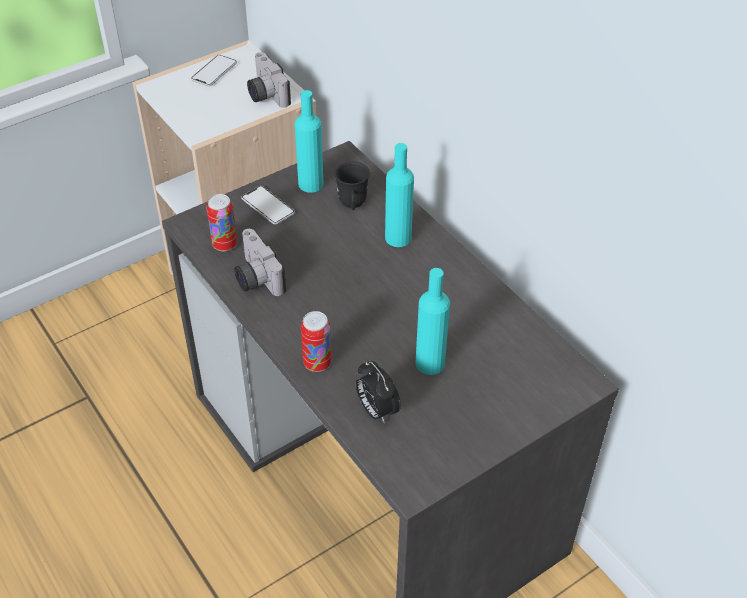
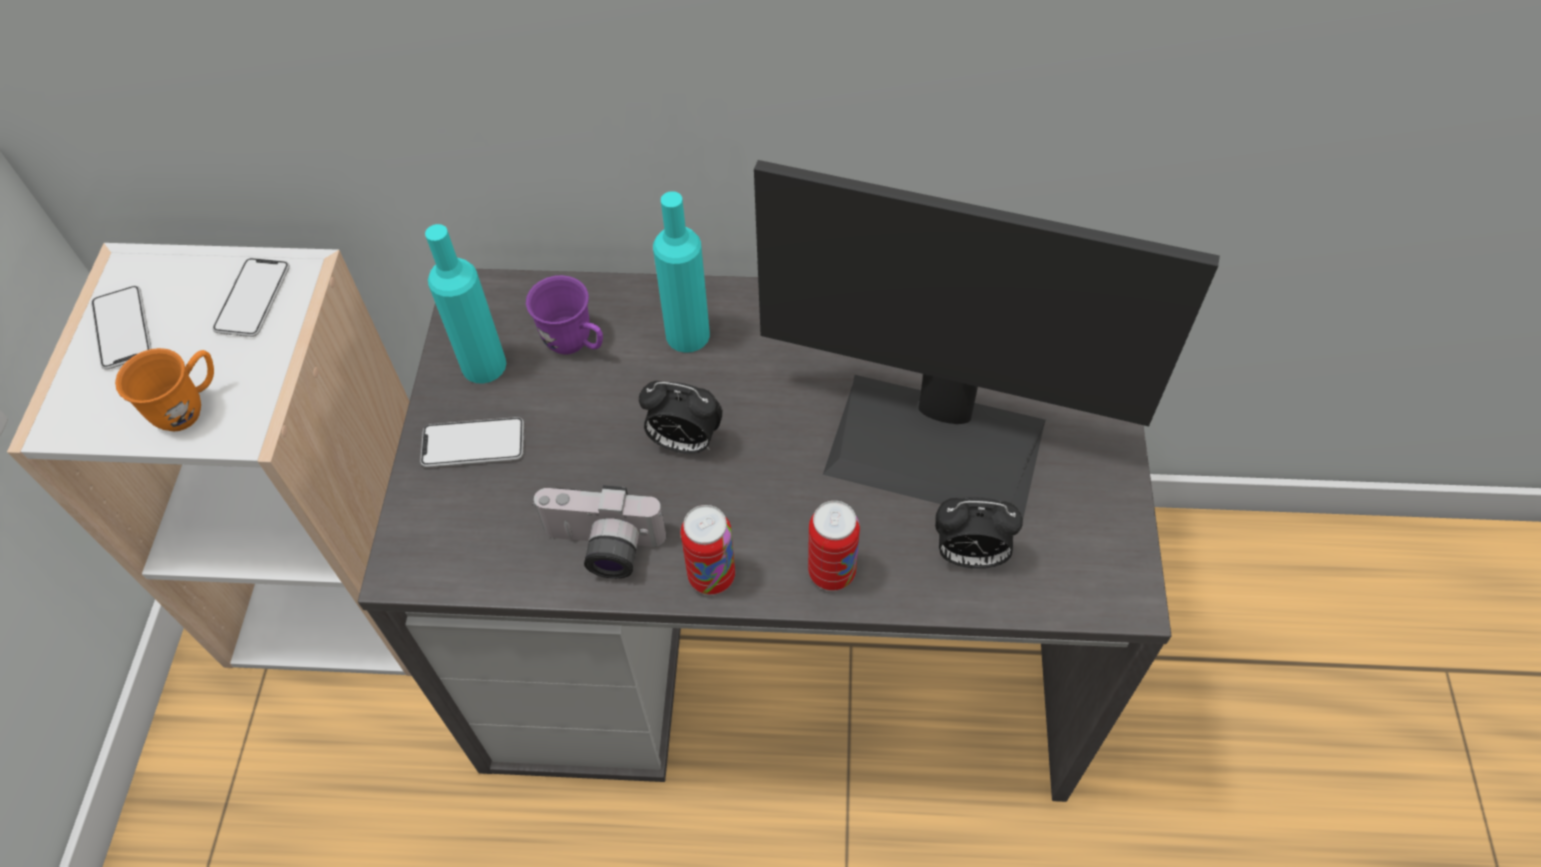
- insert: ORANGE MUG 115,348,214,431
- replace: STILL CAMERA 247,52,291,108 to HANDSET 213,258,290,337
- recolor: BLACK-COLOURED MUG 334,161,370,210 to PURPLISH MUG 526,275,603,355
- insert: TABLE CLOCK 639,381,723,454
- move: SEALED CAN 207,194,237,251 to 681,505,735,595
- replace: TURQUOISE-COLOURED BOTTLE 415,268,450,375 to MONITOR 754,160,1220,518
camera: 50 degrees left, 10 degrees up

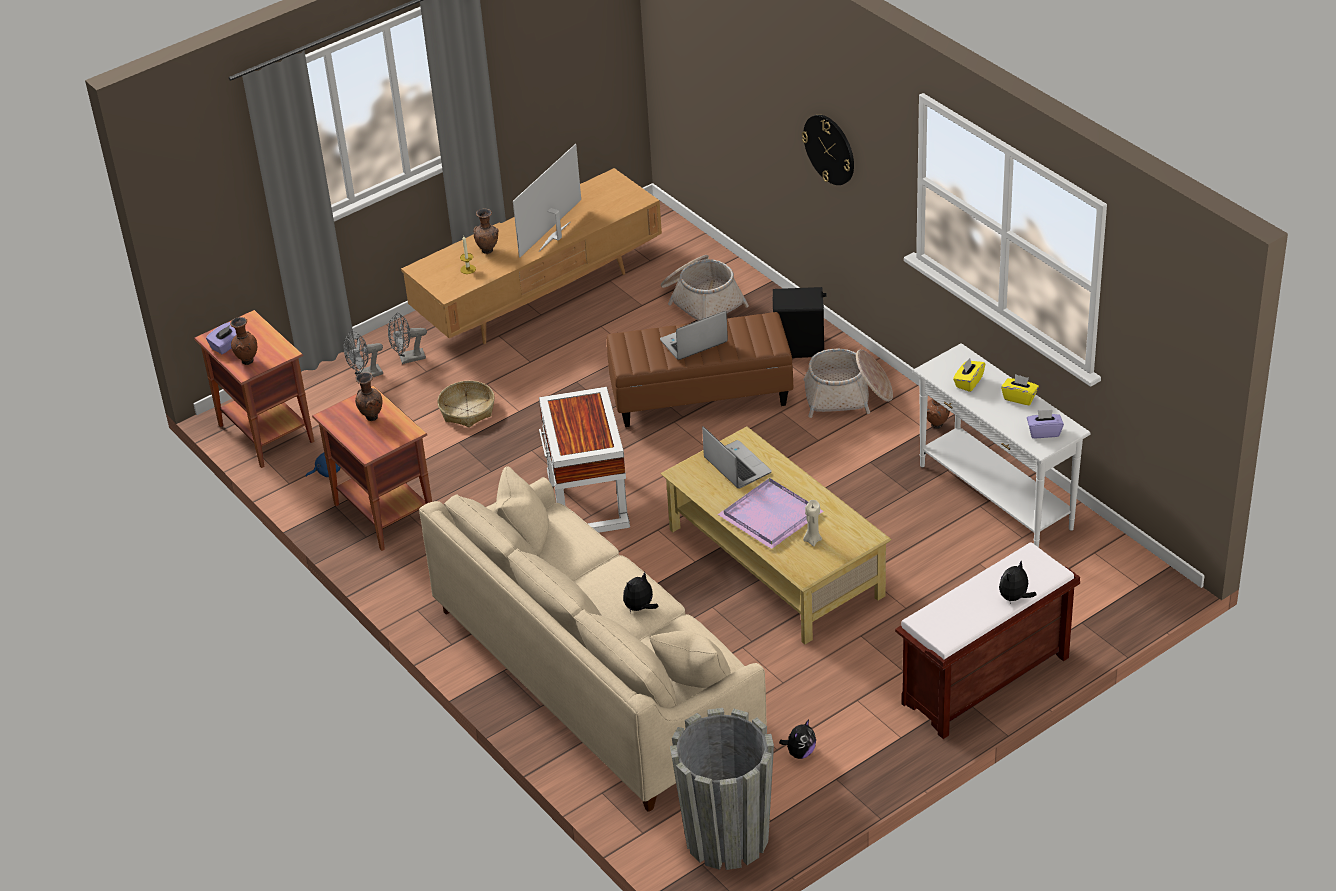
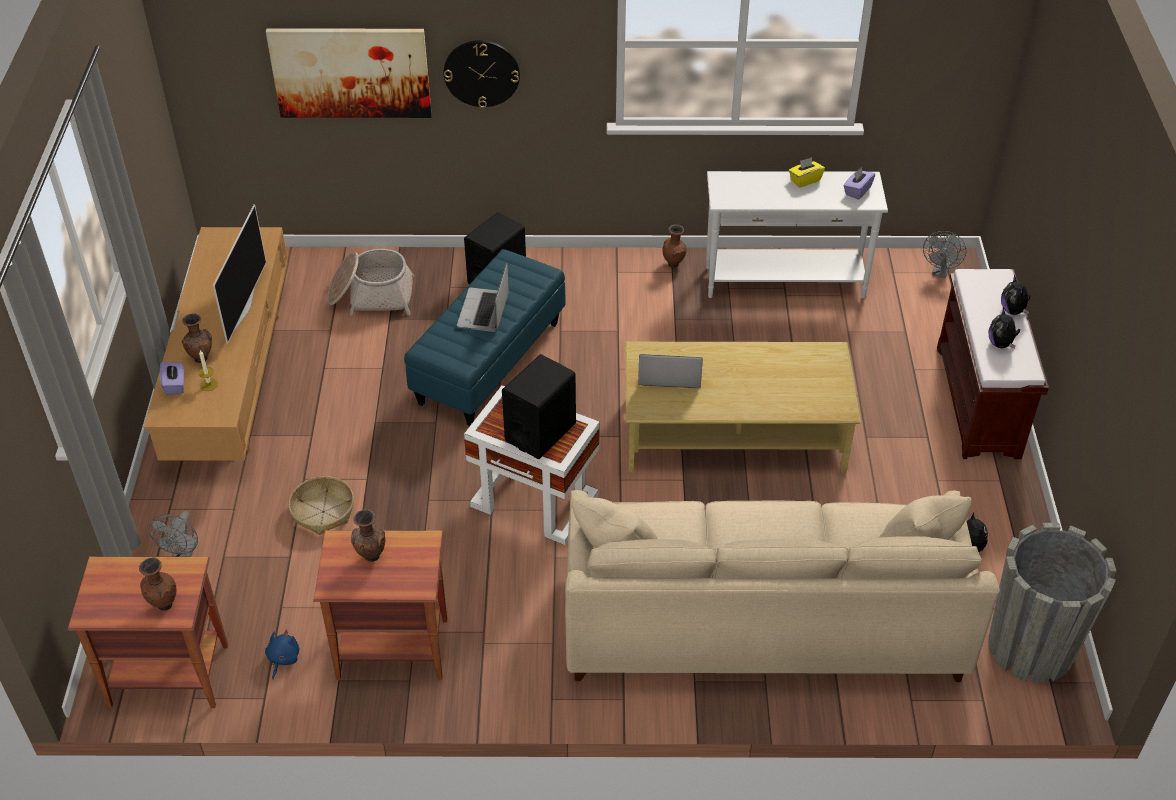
- move: PURPLISH TISSUE BOX 206,322,236,354 to 160,362,184,396
- rotate: TV 513,144,581,258 = 213,204,267,344 150 degrees counterclockwise
- insert: PICTURE 266,28,432,118
- recolor: BROWNISH FOOTREST 606,312,793,427 to BLUE-COLOURED FOOTREST 404,249,566,426
- insert: BLACK-COLOURED SPEAKER 502,354,576,459
- move: GREYISH FAN 388,312,427,364 to 923,231,966,278
- move: SOFT TOY 623,572,658,612 to 989,308,1020,349
- delete: PURPLISH CARRYING TRAY 717,478,824,549
- delete: HOUSEHOLD BASKET 803,349,893,418
- delete: SAND-COLOURED CANDLE 803,500,822,547
- delete: YELLOWISH TISSUE BOX 953,358,985,392
camera: 55 degrees left, 5 degrees up

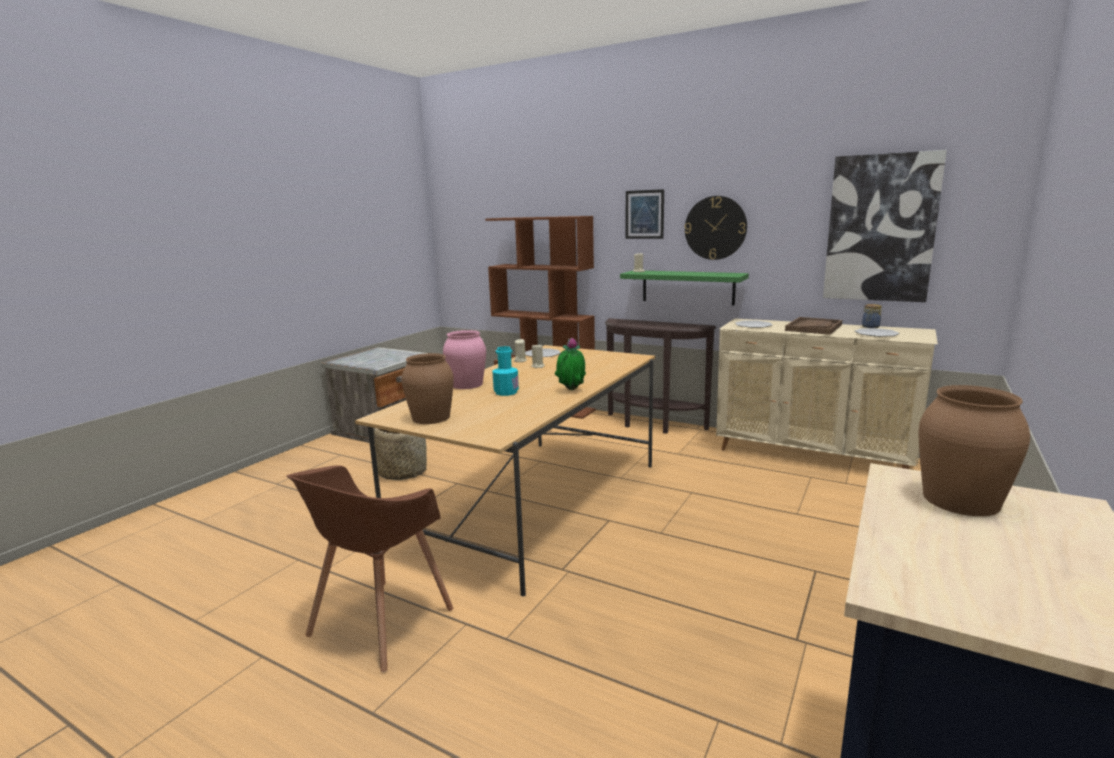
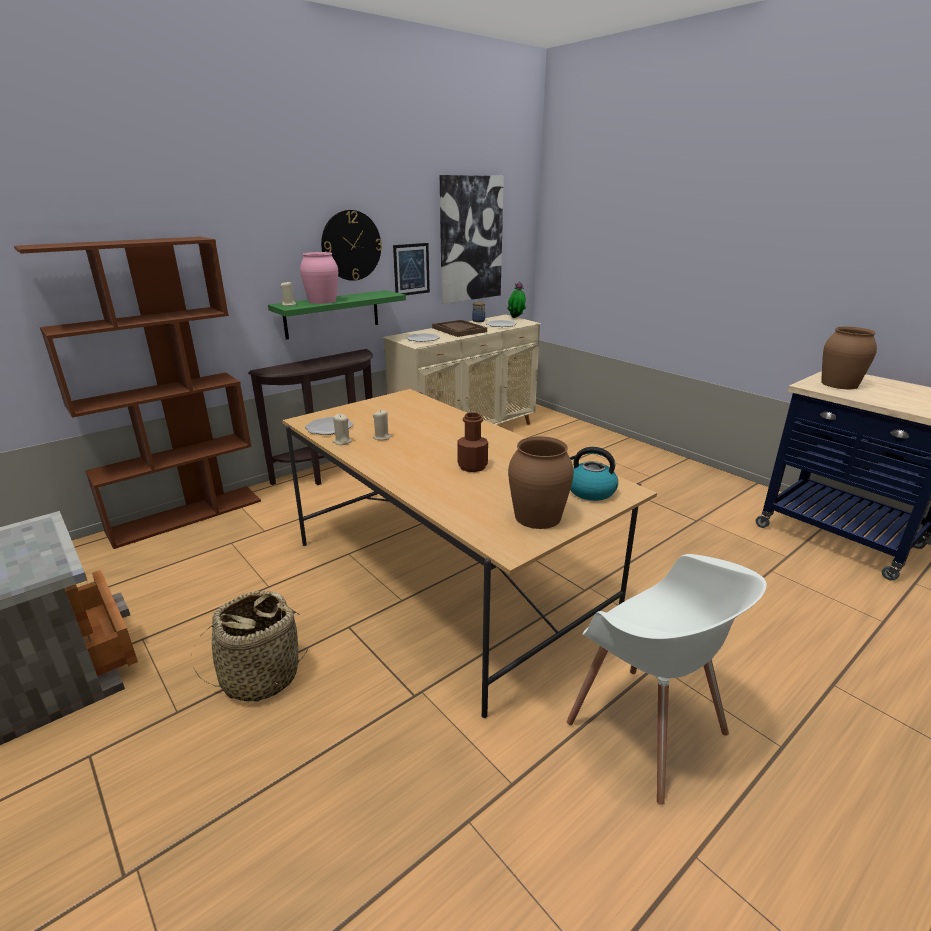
- move: PINKISH VASE 443,330,486,389 to 300,252,338,304
- move: PICTURE 626,189,664,239 to 393,243,430,295
- recolor: TURQUOISE-COLOURED BOTTLE 492,346,519,396 to BROWNISH BOTTLE 457,412,488,472
- move: PLANT IN A POT 555,337,586,390 to 507,282,526,318
- recolor: BROWNISH PLAIN CHAIR 287,465,453,672 to WHITE PLAIN CHAIR 567,554,767,805
- insert: WATER KETTLE 570,447,618,501
camera: 70 degrees left, 10 degrees up

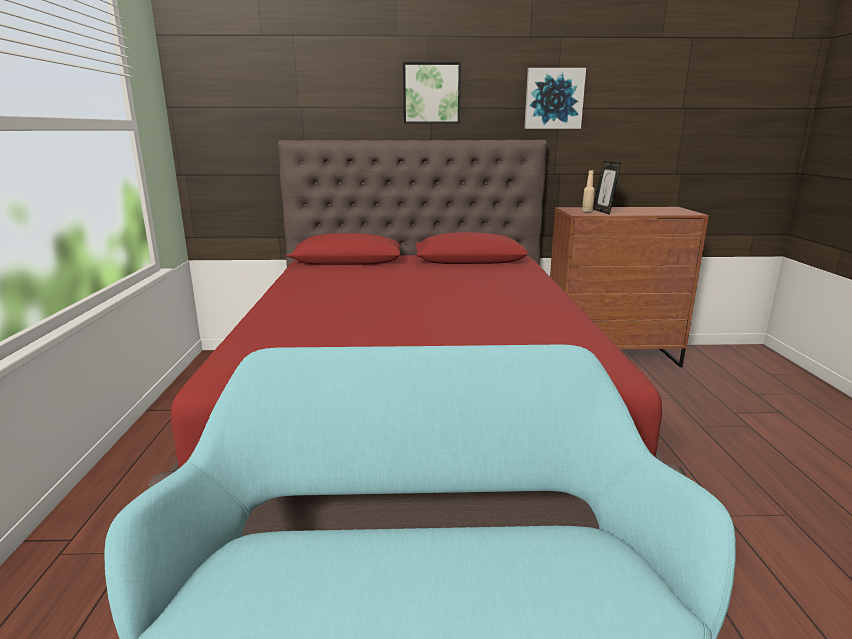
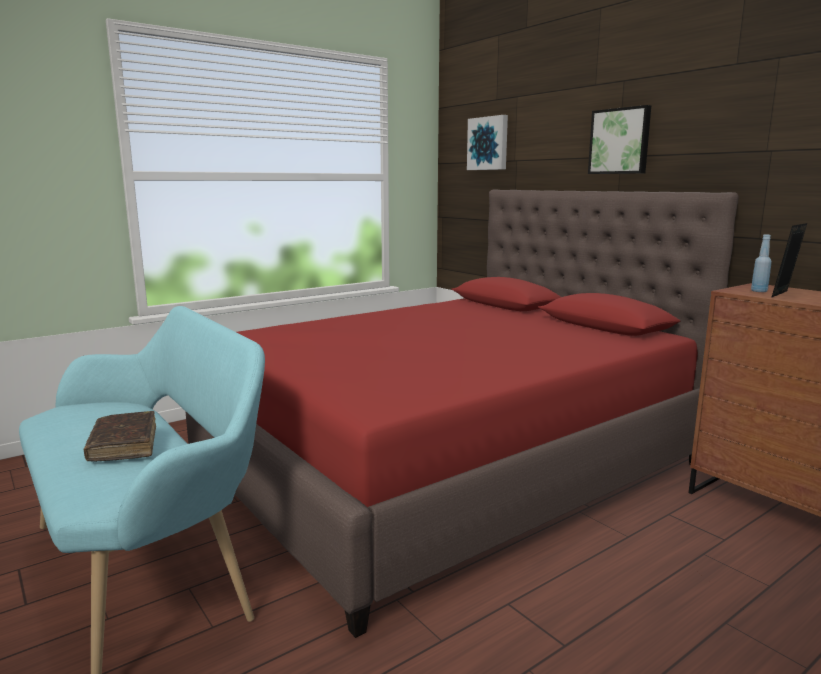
- insert: BROWNISH VOLUME 84,411,156,461
- move: PICTURE 524,68,586,129 to 467,115,508,170
- recolor: SAND-COLOURED BOTTLE 582,170,595,213 to BLUE-COLOURED BOTTLE 751,234,772,292
camera: 55 degrees right, 5 degrees down

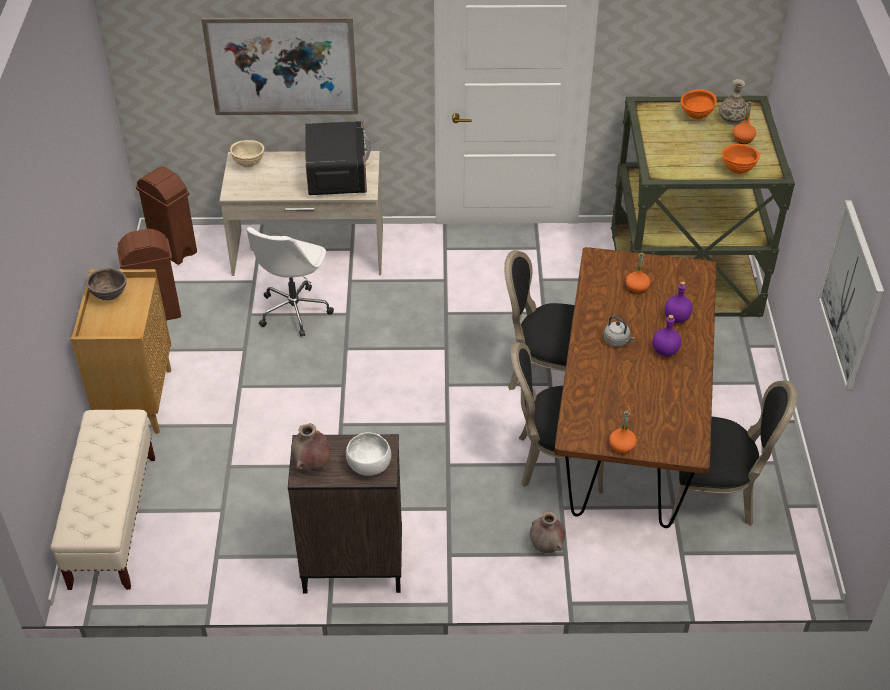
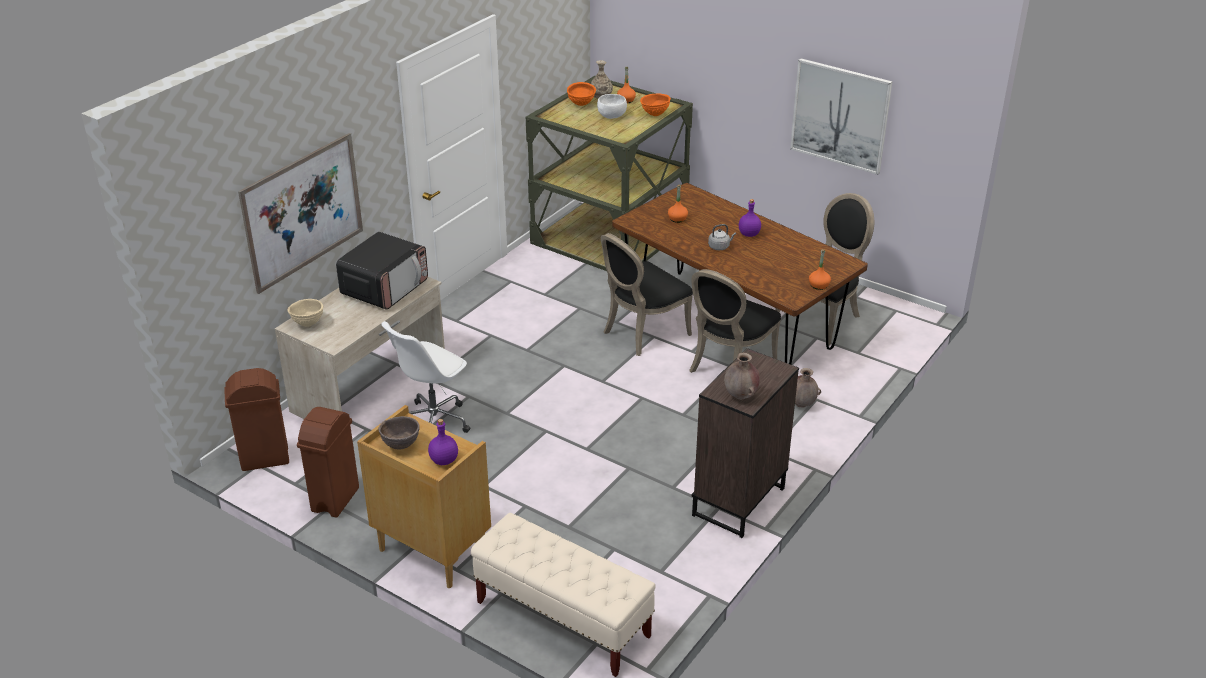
- rotate: KITCHEN MICROWAVE 305,121,371,195 = 336,232,428,310 90 degrees clockwise
- rotate: WHITE COMPUTER CHAIR 246,227,334,337 = 381,321,471,433 75 degrees clockwise
- move: PURPLISH BOTTLE 665,281,692,323 to 428,419,458,465
- move: WHITE BOWL 346,433,391,476 to 597,94,627,119
camera: 55 degrees left, 10 degrees down

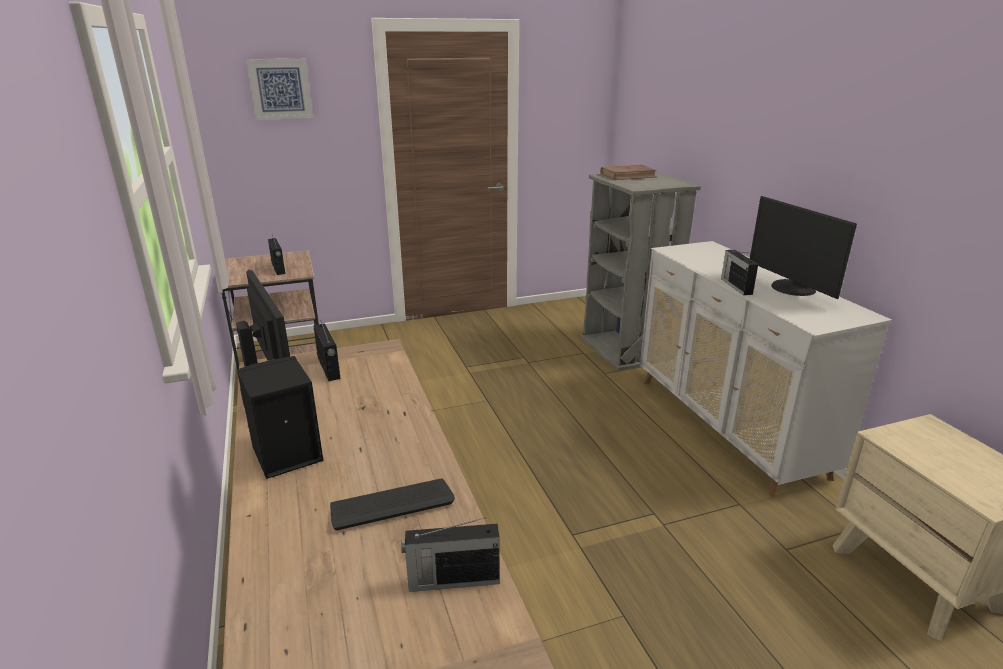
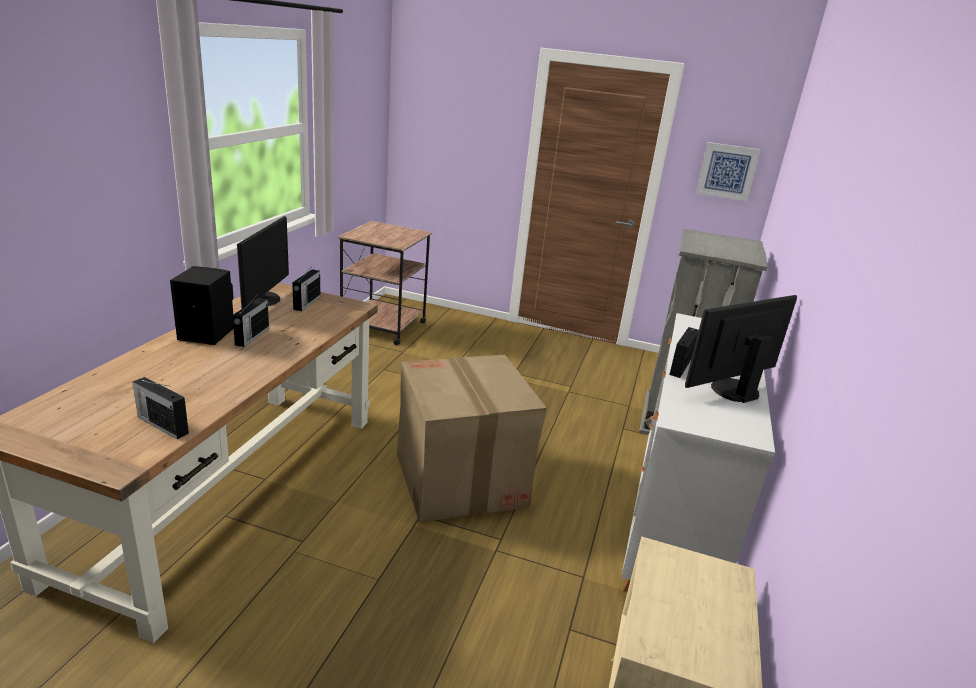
- move: RADIO 268,234,285,275 to 233,292,269,347
- insert: CARTON 397,355,547,523
- rotate: MONITOR 750,196,857,299 = 685,295,797,403 45 degrees clockwise
- move: PICTURE 246,59,313,120 to 696,142,761,201
- delete: KEYBOARD 330,479,455,530
- delete: BROWNISH VOLUME 600,165,657,180
camera: 35 degrees right, 0 degrees up

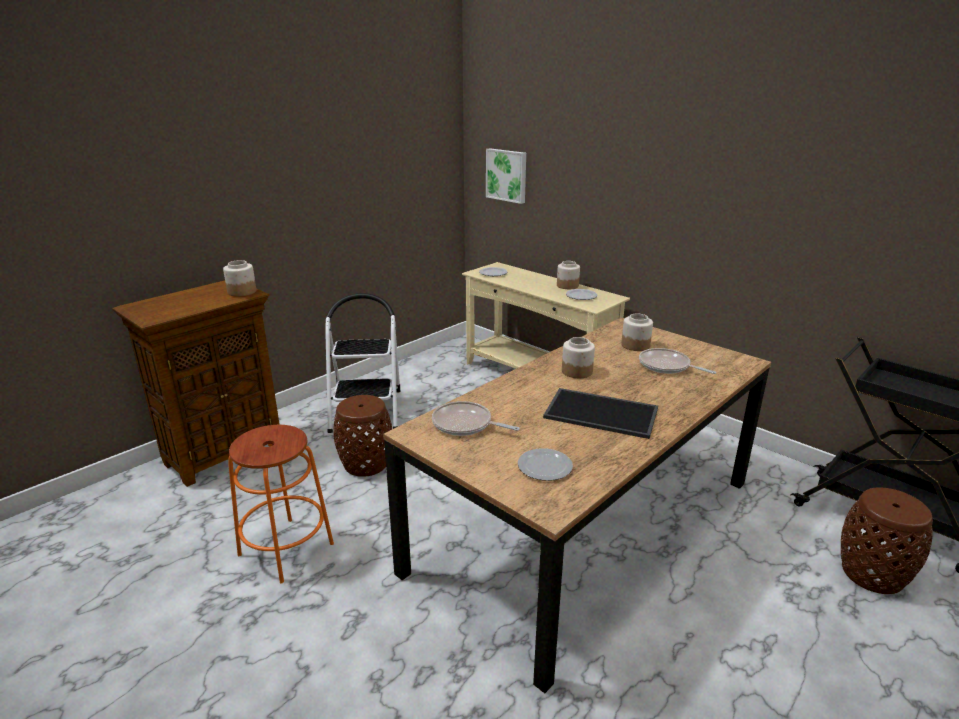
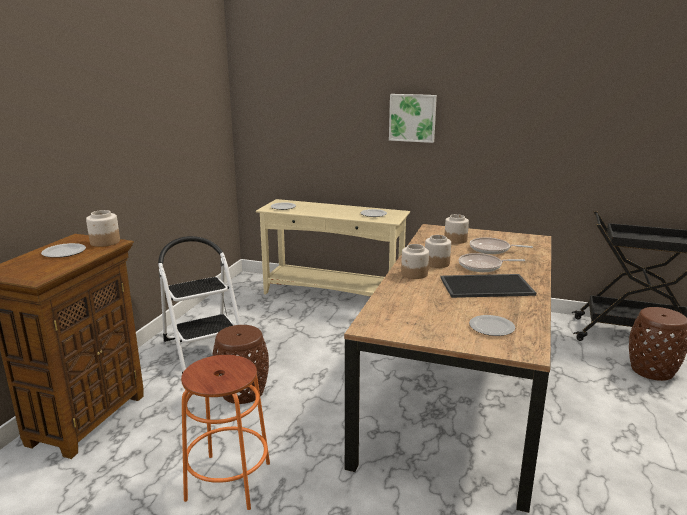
- insert: DINNER PLATE 41,243,86,258
- move: PICTURE 486,148,526,204 to 389,94,437,143
- move: STORAGE JAR 557,261,580,289 to 401,244,429,279
- move: SKILLET 432,401,520,436 to 459,253,525,272
camera: 25 degrees left, 5 degrees down

